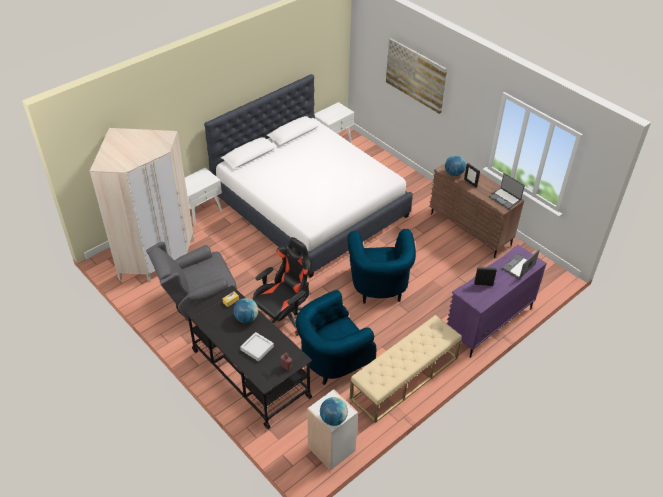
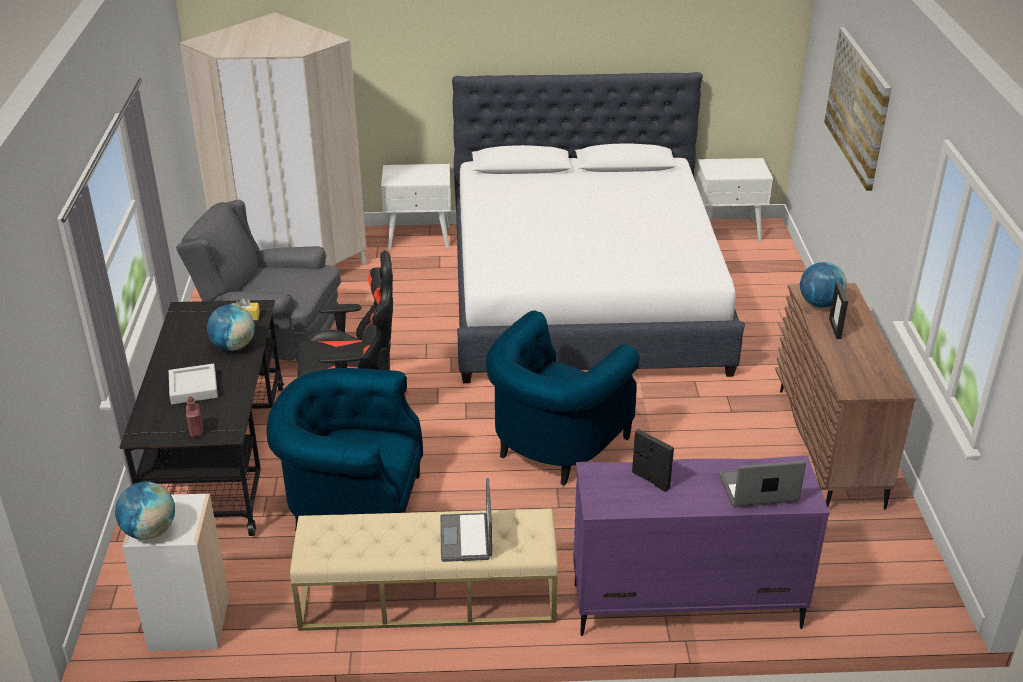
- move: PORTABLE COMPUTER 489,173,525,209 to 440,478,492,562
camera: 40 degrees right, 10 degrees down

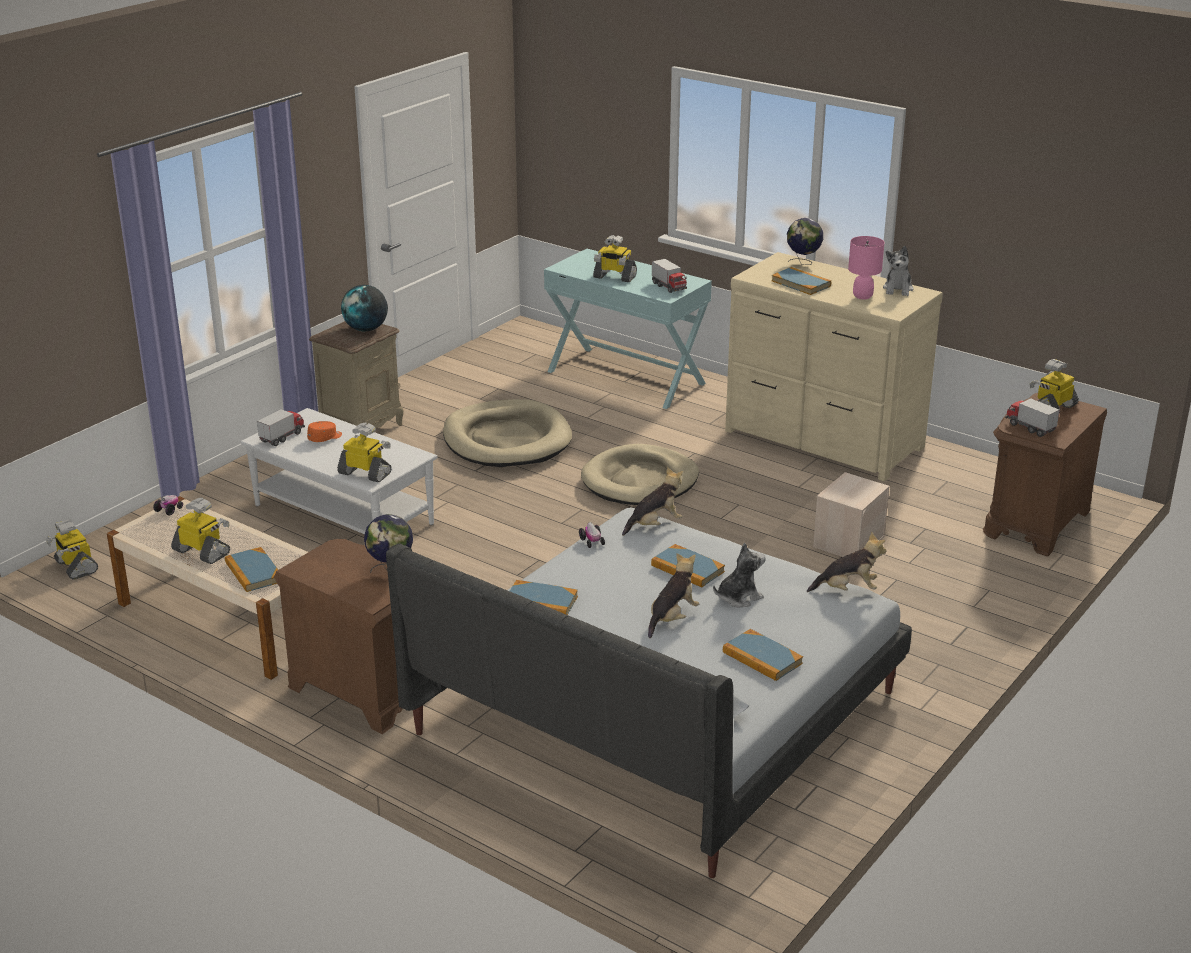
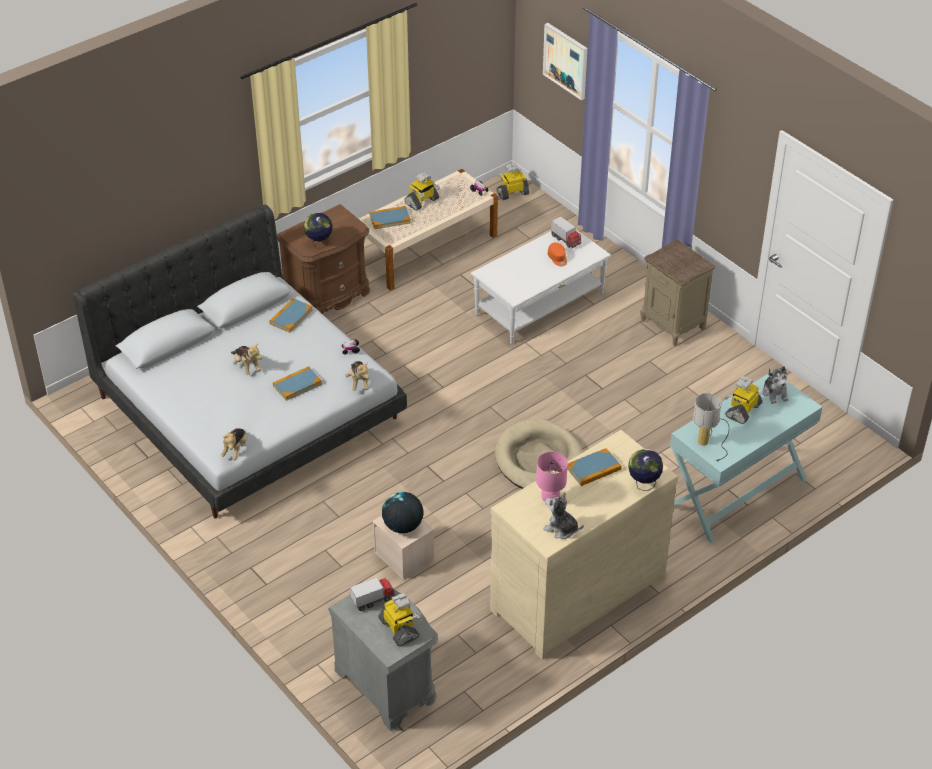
- recolor: BROWNISH NIGHTSTAND 983,393,1107,557 to GREYISH NIGHTSTAND 328,589,438,731
- move: DESK GLOBE 341,285,388,331 to 382,492,423,533
- insert: PICTURE 543,23,587,100
- replace: MODEL TRUCK 652,259,687,293 to LAMP FOR A TABLE 693,393,729,461
- move: SOFT TOY 713,543,766,608 to 762,366,789,404
- delete: ROBOT FIGURE 337,422,392,482
- delete: SAND-COLOURED PET BED 443,399,572,467
- delete: VOLUME 723,629,803,681
camera: 105 degrees right, 15 degrees up

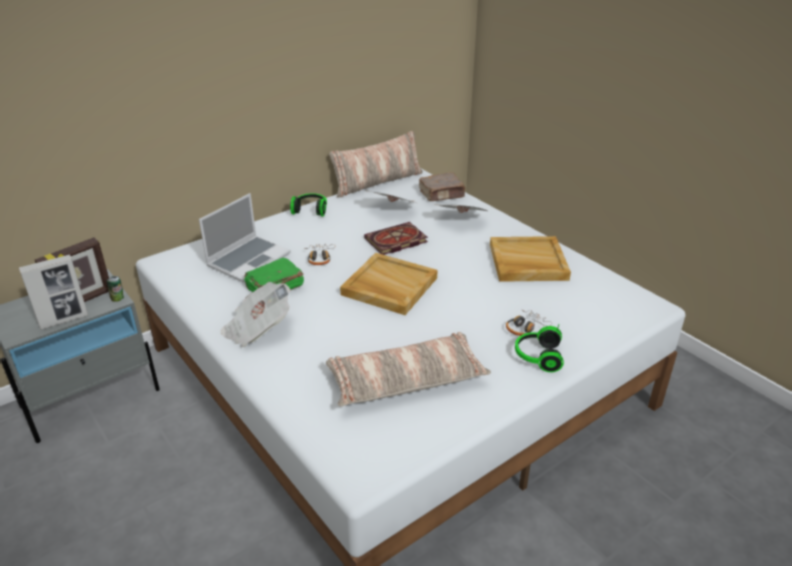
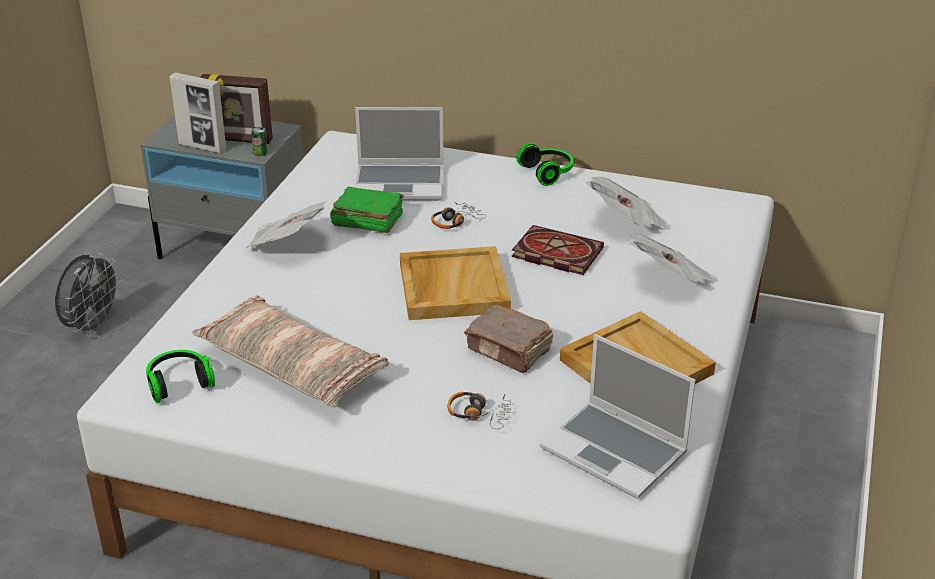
- insert: GREYISH FAN 55,253,122,337
- move: PAIR OF HEADPHONES 515,325,564,372 to 146,350,215,403
- move: BROWNISH VOLUME 419,172,466,201 to 464,304,553,373
- insert: PORTABLE COMPUTER 540,334,695,499
- delete: CUSHION 329,131,423,198
camera: 55 degrees right, 0 degrees up

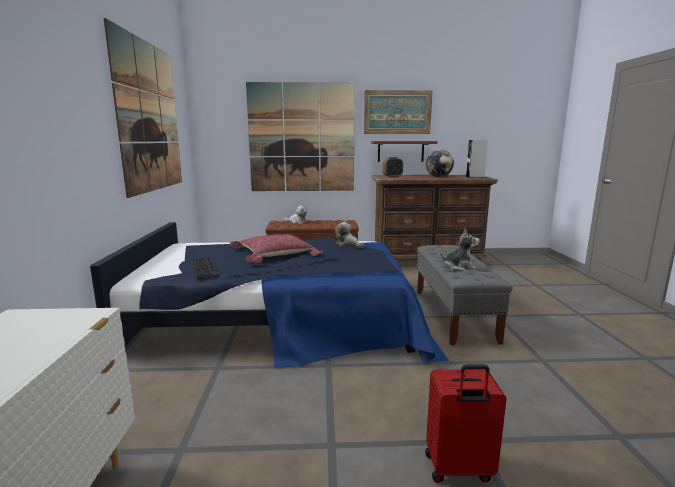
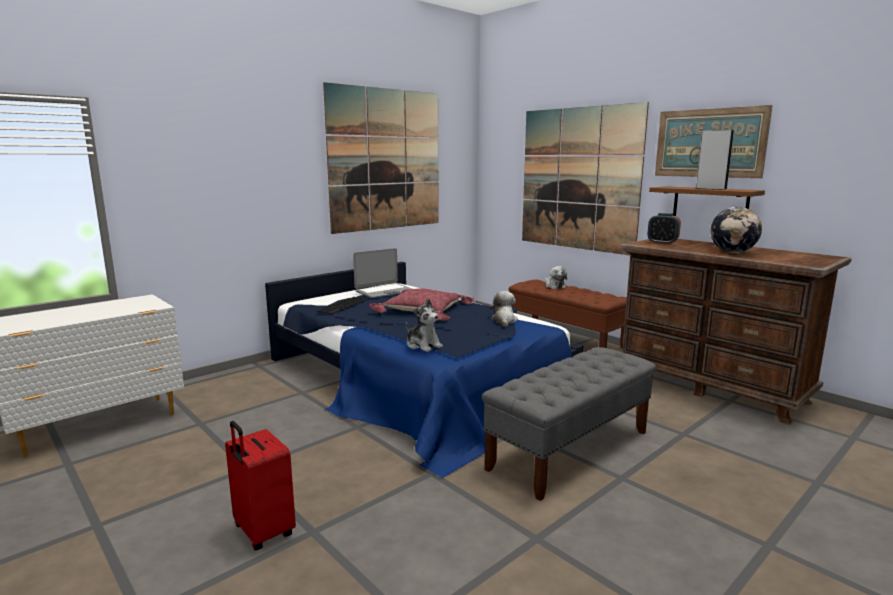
- insert: PORTABLE COMPUTER 353,248,412,298
- move: SOFT TOY 440,228,480,271 to 406,298,443,352
- move: GREYISH SPEAKER 466,140,488,178 to 696,130,734,190
camera: 50 degrees right, 0 degrees up

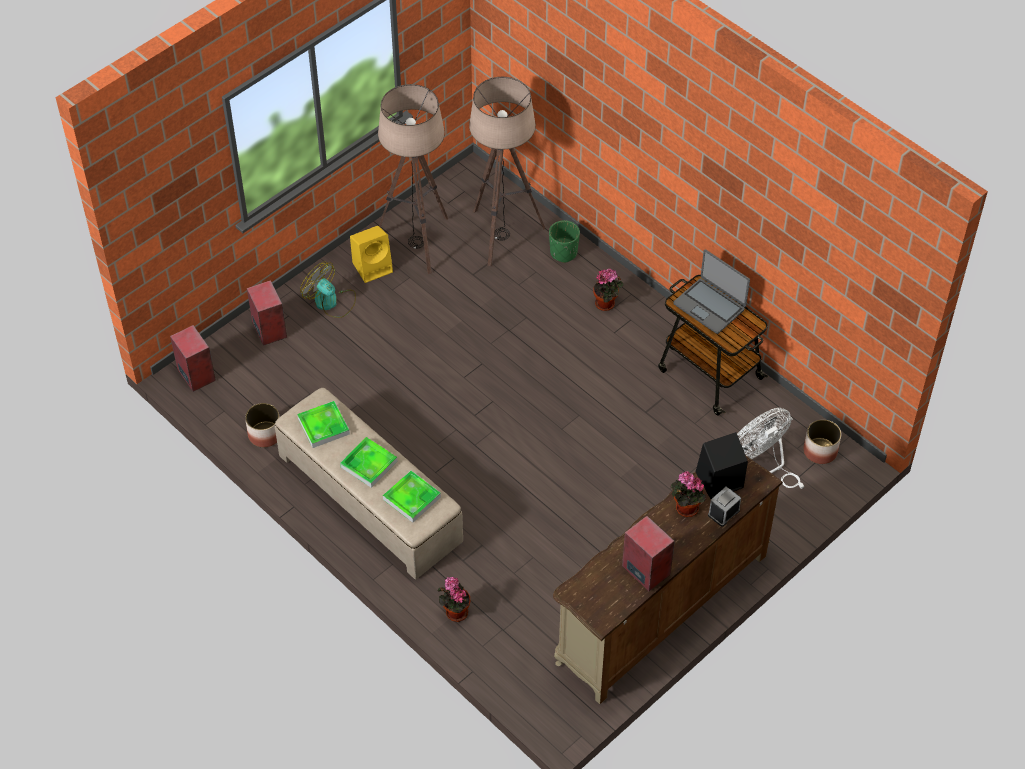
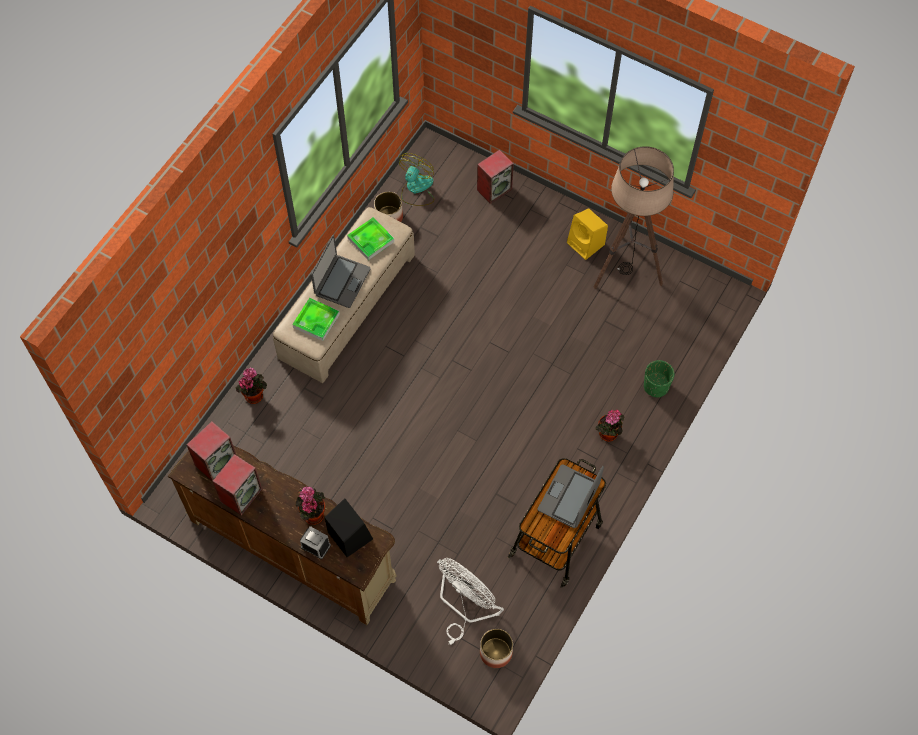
- move: SPEAKER 170,325,216,392 to 186,421,236,482
- replace: CARRYING TRAY 340,437,398,488 to PORTABLE COMPUTER 311,235,371,308
- move: FAN 300,262,356,318 to 399,153,434,206
- delete: STANDARD LAMP 469,77,545,266
camera: 75 degrees right, 10 degrees up

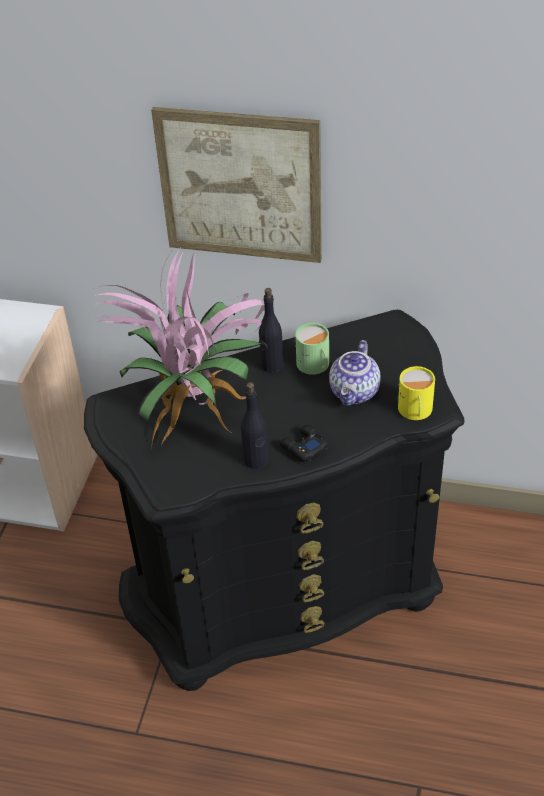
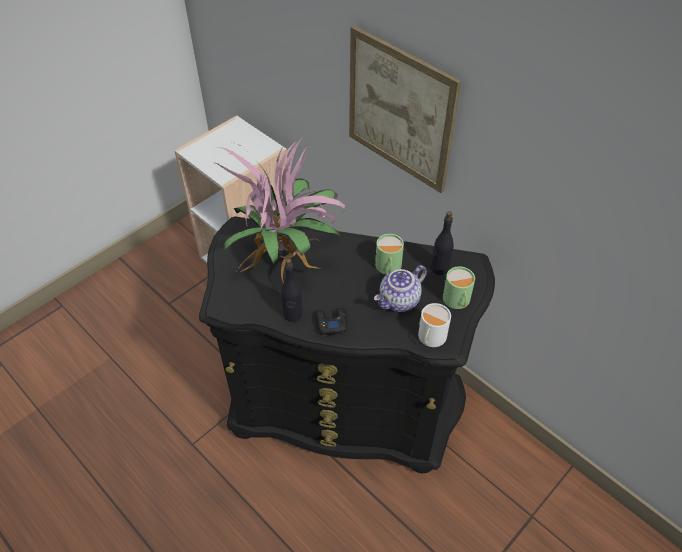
- recolor: YELLOWISH MUG 397,366,435,420 to WHITE MUG 418,303,451,347
- move: BLACK-COLOURED BOTTLE 259,288,283,373 to 431,211,454,275
- insert: GREEN MUG 443,267,475,309
camera: 30 degrees right, 5 degrees up

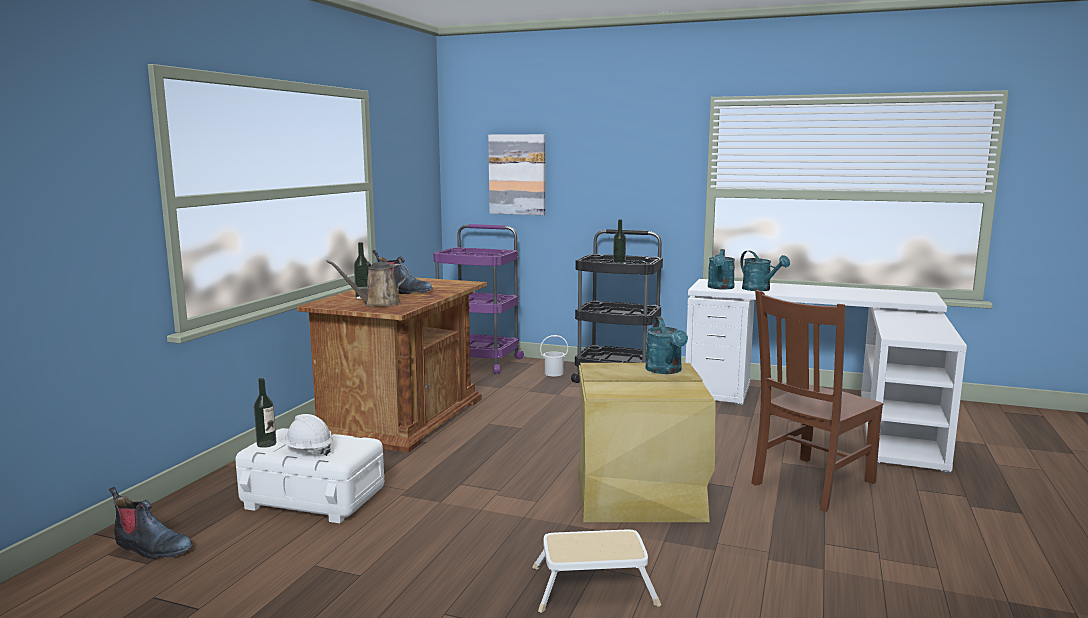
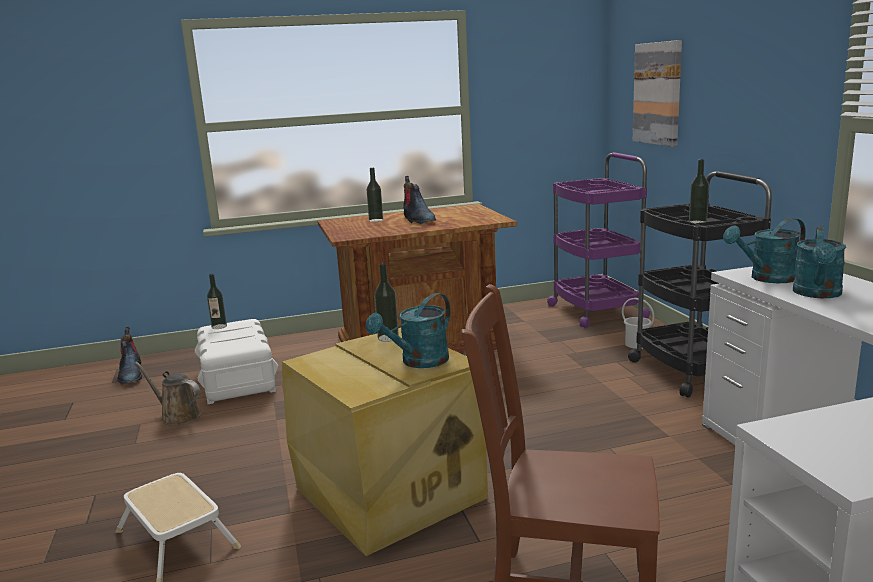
- move: BROWNISH WATERING POT 326,260,409,307 to 135,362,201,426
- insert: BOTTLE 374,263,399,342
- delete: WHITE WORK HELMET 280,414,333,456
camera: 55 degrees right, 5 degrees up

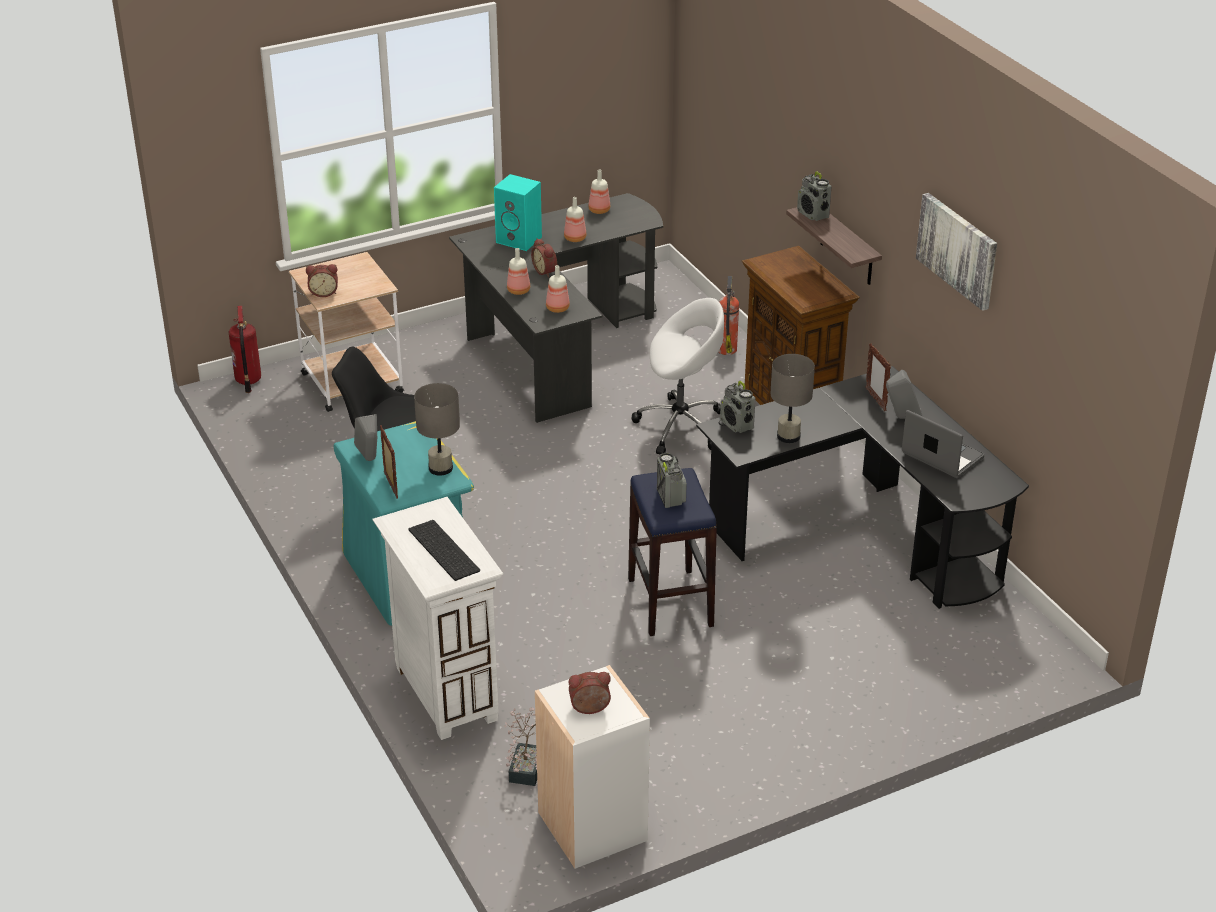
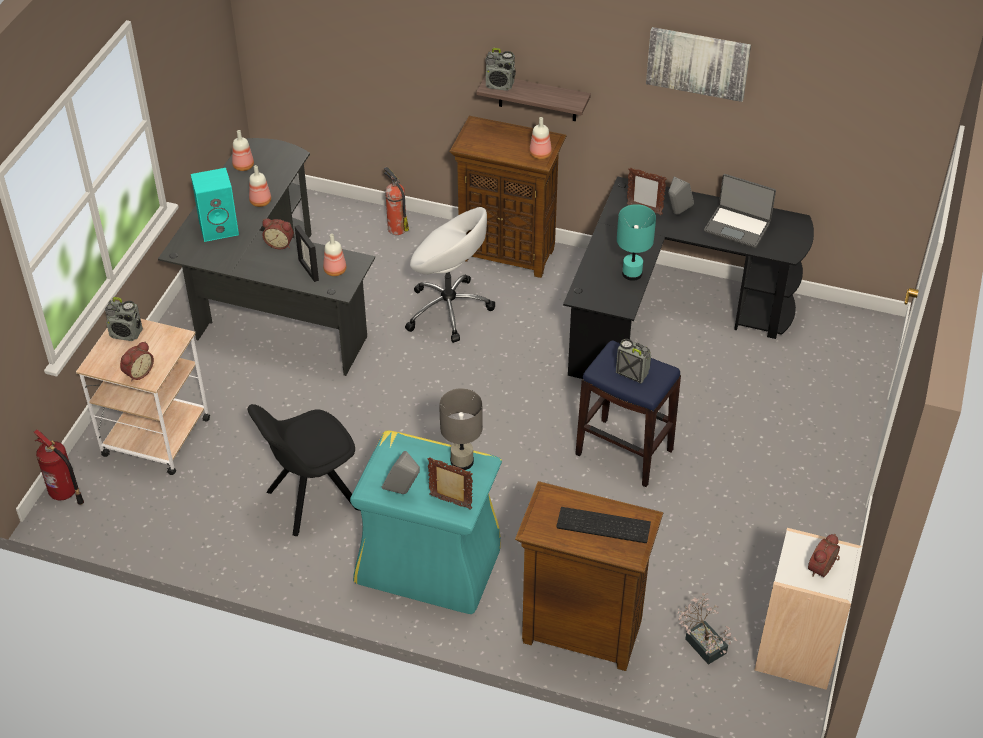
- move: RADIO 720,381,755,433 to 105,297,143,341
- insert: PHOTO FRAME 295,225,319,282
- rotate: WHITE COMPUTER CHAIR 631,298,724,455 = 405,207,495,343 75 degrees clockwise
- recolor: WHITE CABINET 372,497,503,740 to BROWNISH CABINET 515,481,664,671
- move: BOTTLE 507,248,530,295 to 529,117,552,160
- recolor: GREYISH LAMP FOR A TABLE 771,354,815,443 to TURQUOISE-COLOURED LAMP FOR A TABLE 617,204,656,281
- rotate: PORTABLE COMPUTER 902,410,985,478 = 704,174,776,248 150 degrees counterclockwise
camera: 45 degrees left, 10 degrees up

